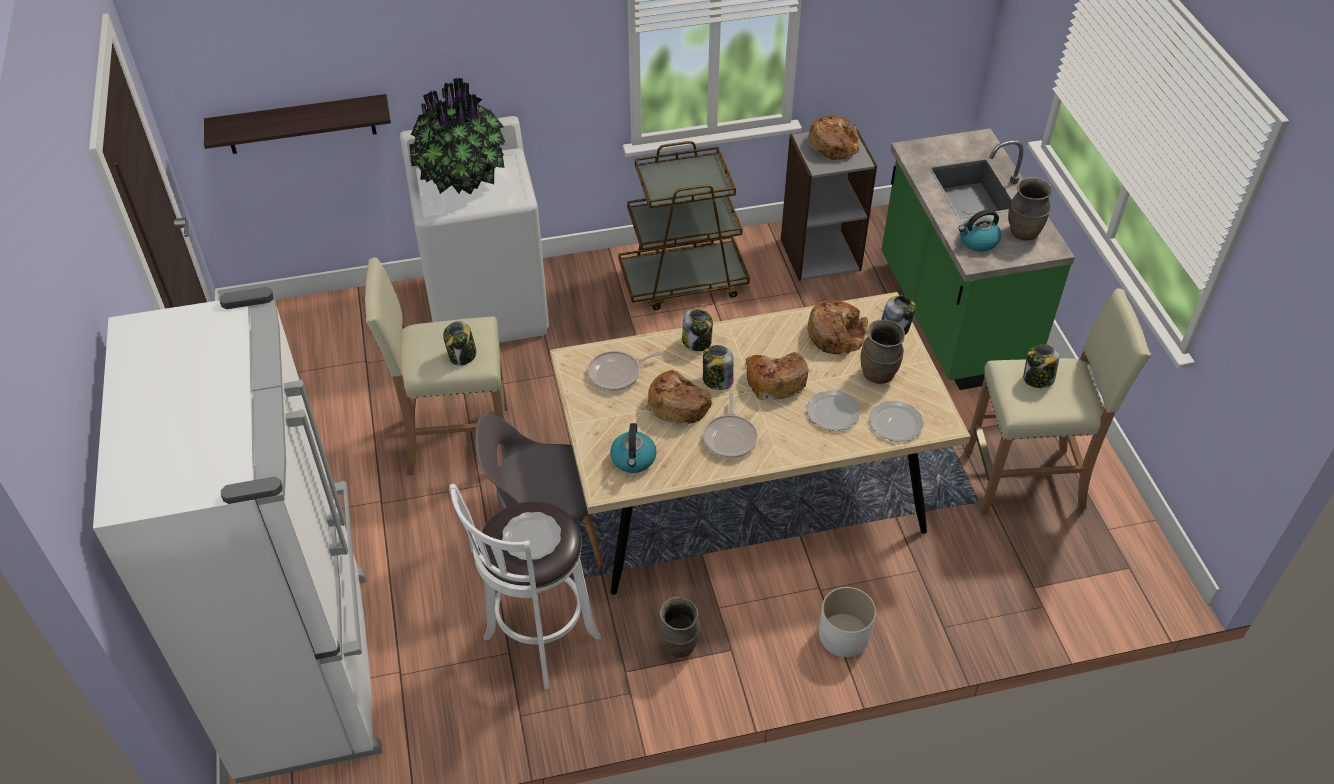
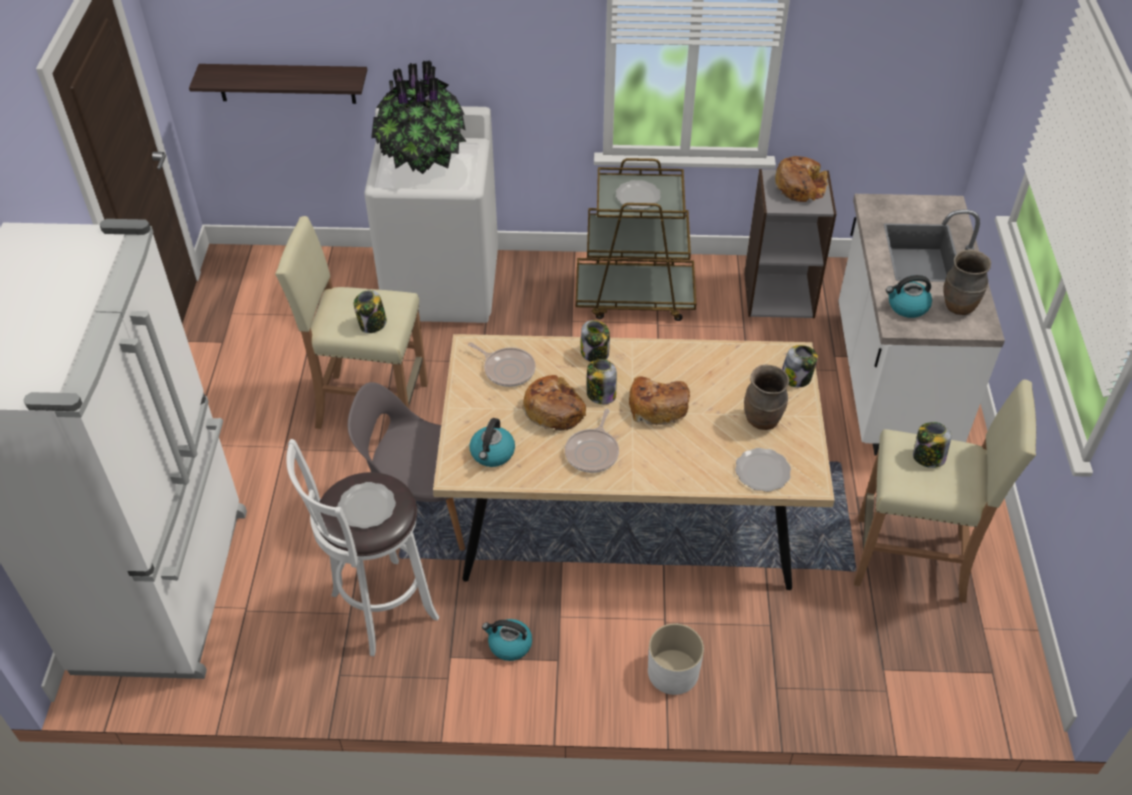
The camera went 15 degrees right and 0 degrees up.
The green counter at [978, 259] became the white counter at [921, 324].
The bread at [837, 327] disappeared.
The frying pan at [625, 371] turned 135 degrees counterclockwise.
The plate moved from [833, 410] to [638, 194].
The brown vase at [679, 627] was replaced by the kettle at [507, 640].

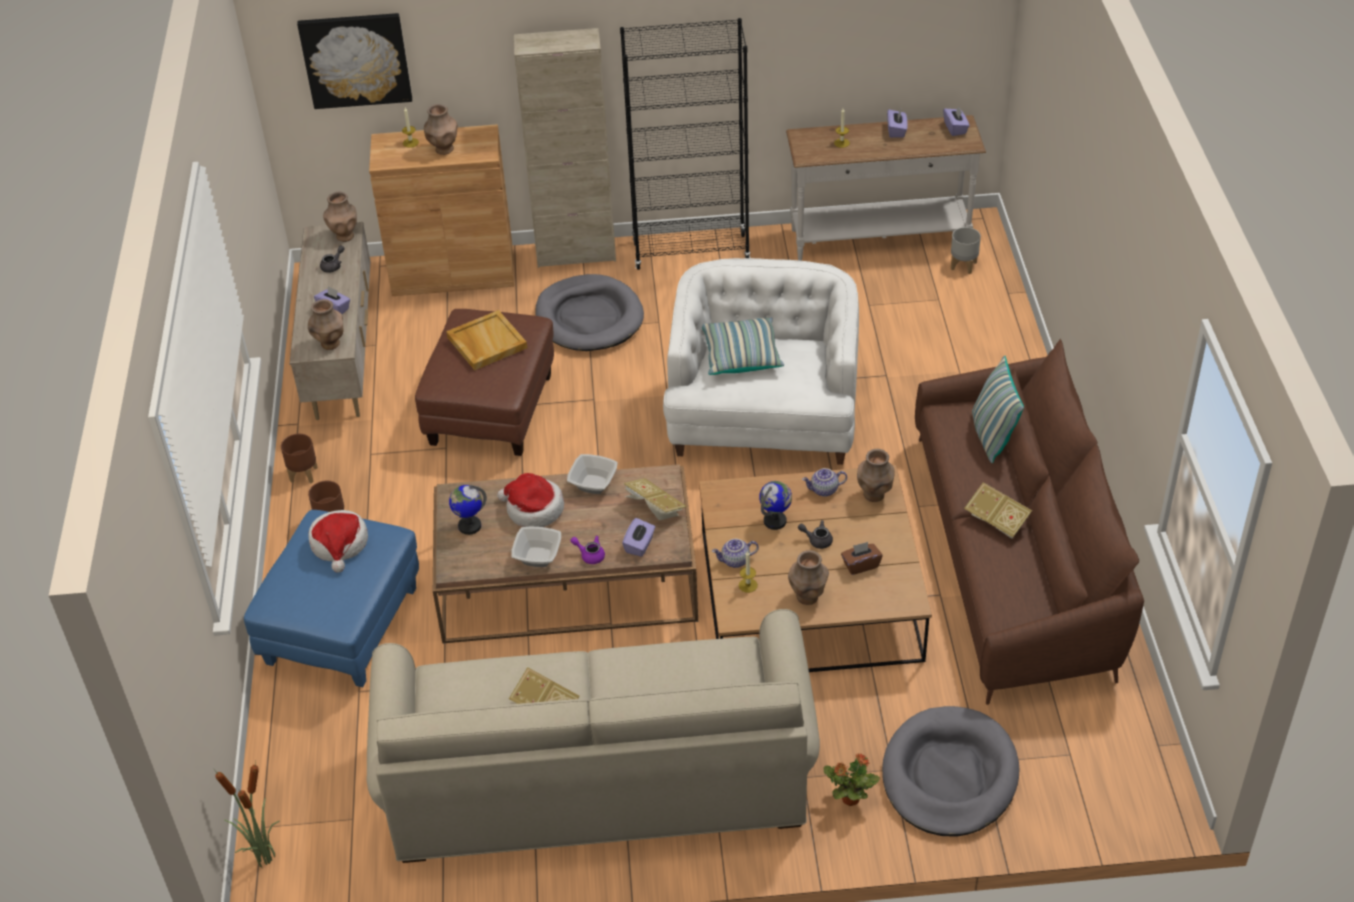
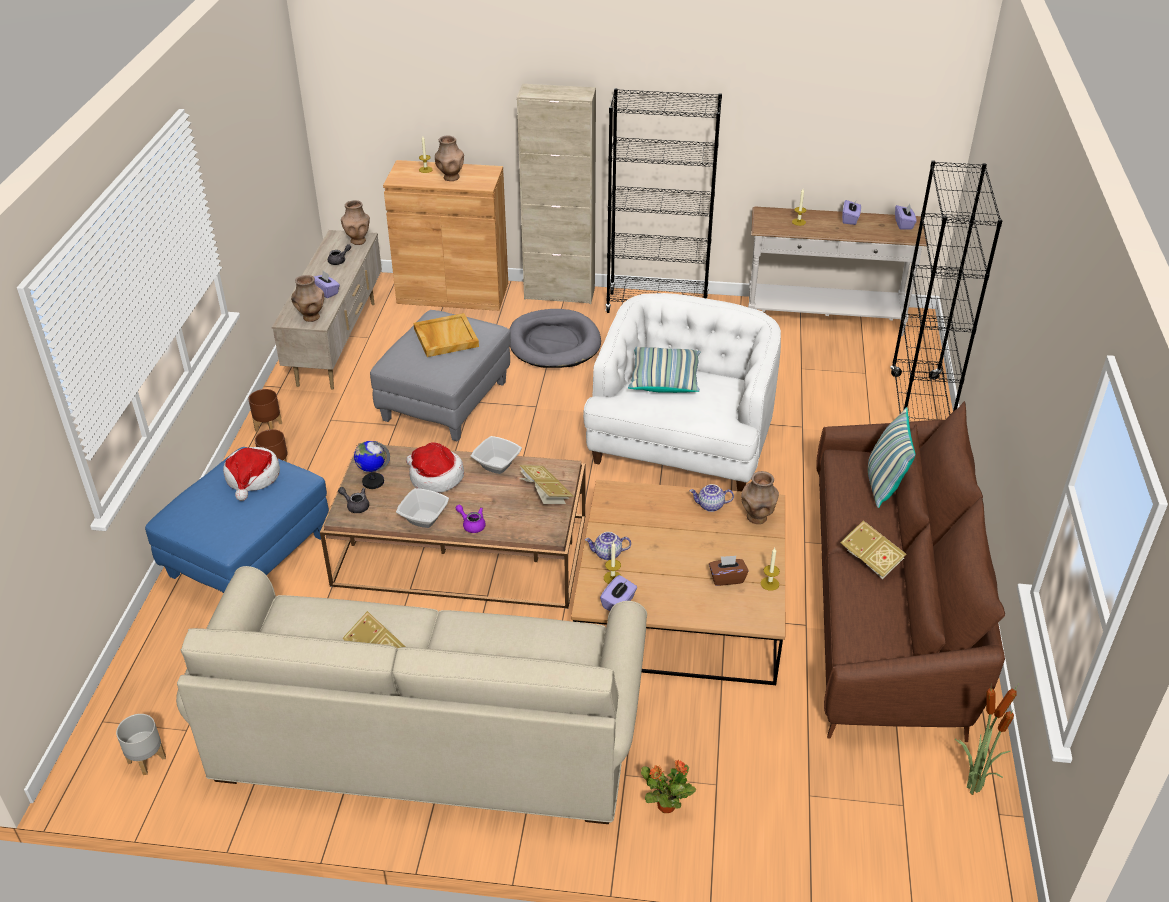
The camera went 10 degrees right and 5 degrees down.
The picture at [354, 61] disappeared.
The grey planter moved from [966, 250] to [141, 744].
The brown ottoman at [484, 382] became the grey ottoman at [440, 376].
The globe at [775, 505] disappeared.
The purple tissue box moved from [638, 537] to [618, 593].
The grey teapot moved from [815, 534] to [353, 500].
The brown vase at [808, 577] disappeared.
The grey dog bed at [950, 771] disappeared.
The potted plant moved from [247, 814] to [987, 738].
The black bookcase at [946, 290] appeared.
The candle at [770, 569] appeared.

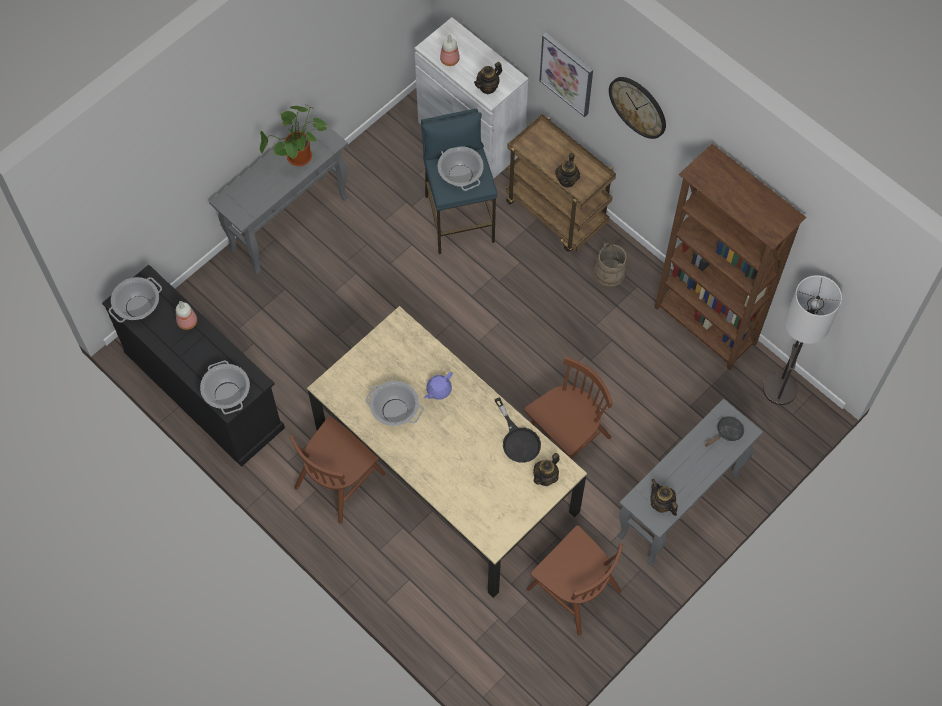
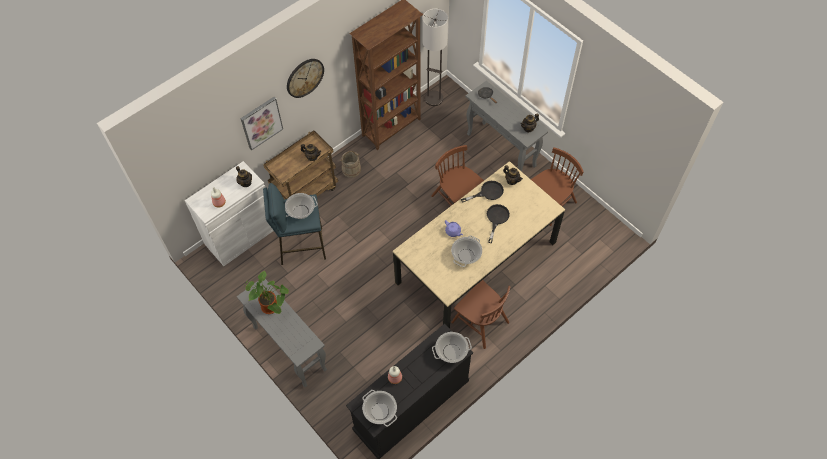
The camera went 85 degrees left and 5 degrees down.
The black frying pan at [498, 223] appeared.

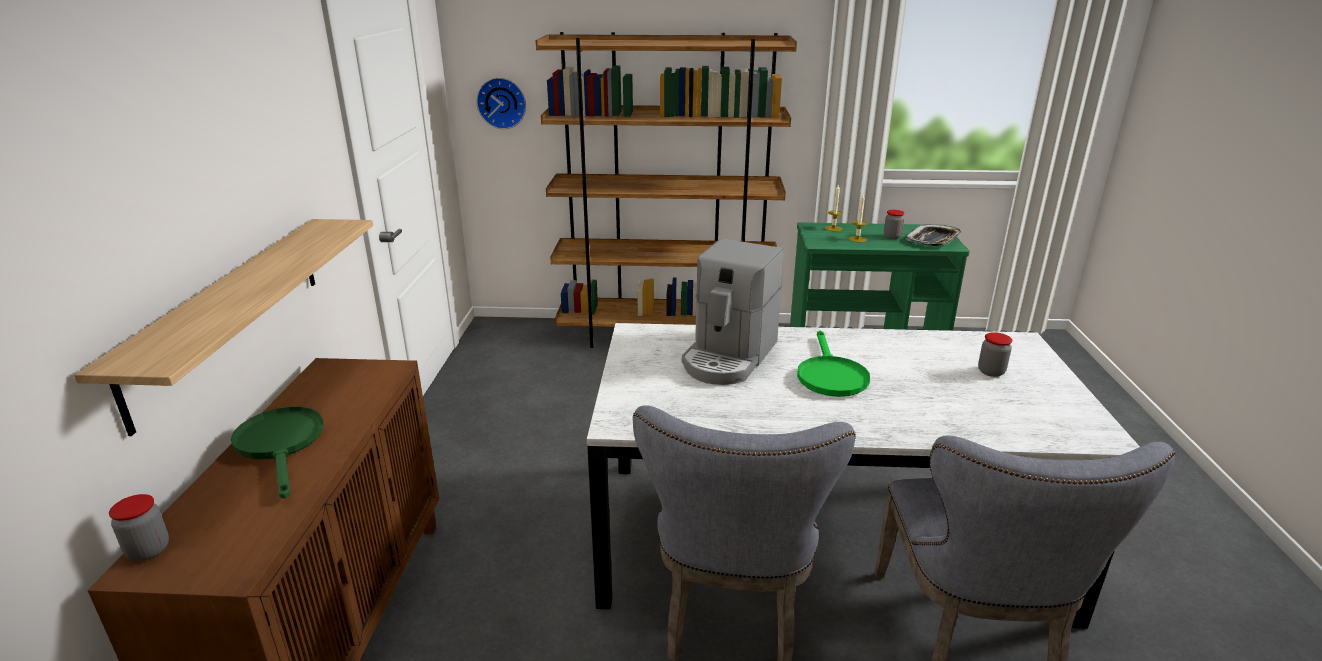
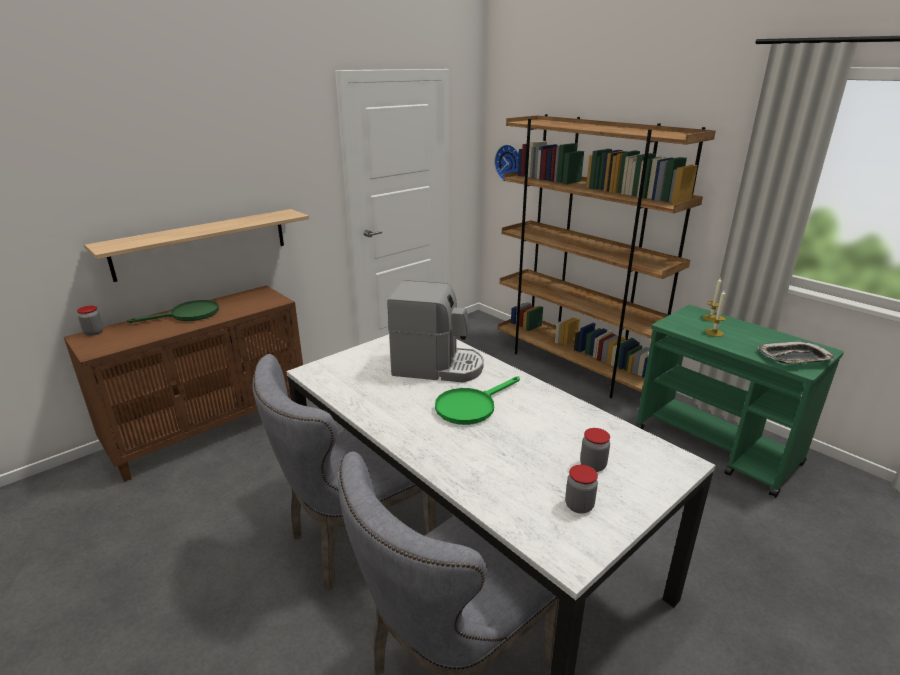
The camera went 45 degrees right and 0 degrees up.
The jar moved from [894, 224] to [581, 489].
The coffee machine at [733, 312] turned 150 degrees counterclockwise.
The green frying pan at [277, 452] turned 45 degrees clockwise.

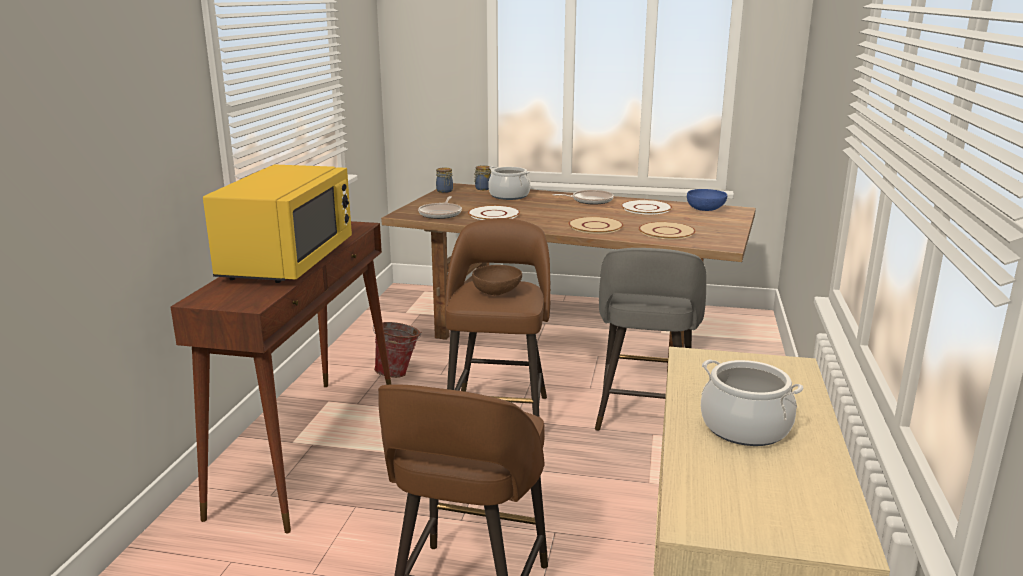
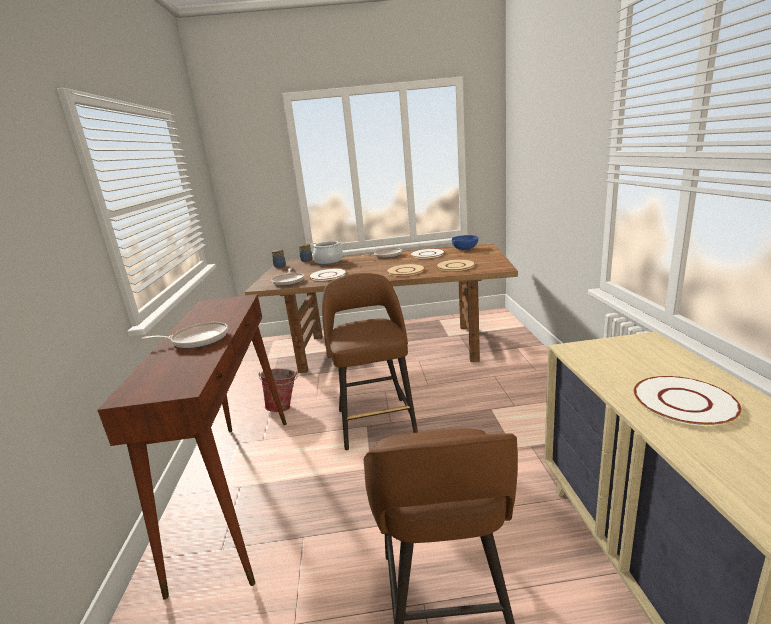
The camera went 15 degrees left and 0 degrees up.
The yellow microwave at [277, 223] was replaced by the frying pan at [185, 335].
The grey stool at [651, 339] disappeared.
The brown bowl at [497, 280] disappeared.
The cooking pot at [752, 402] was replaced by the white plate at [688, 401].

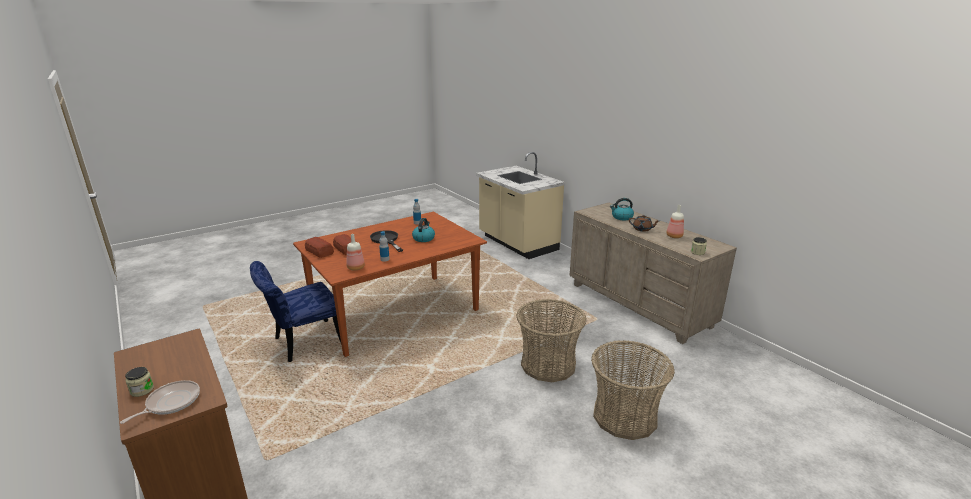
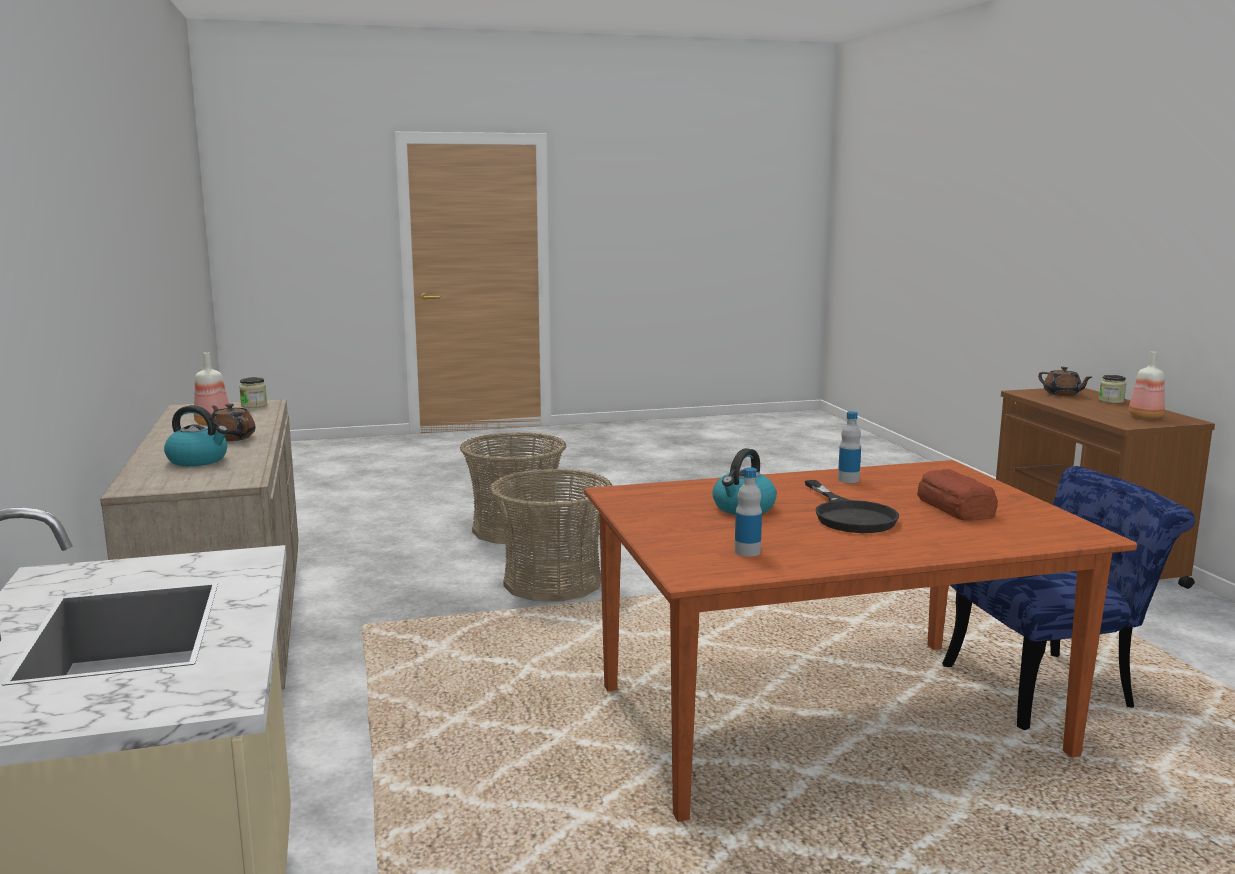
The camera went 160 degrees left and 10 degrees down.
The bottle moved from [355, 252] to [1147, 385].
The bread at [319, 247] disappeared.
The frying pan at [160, 402] was replaced by the brown teapot at [1065, 381].

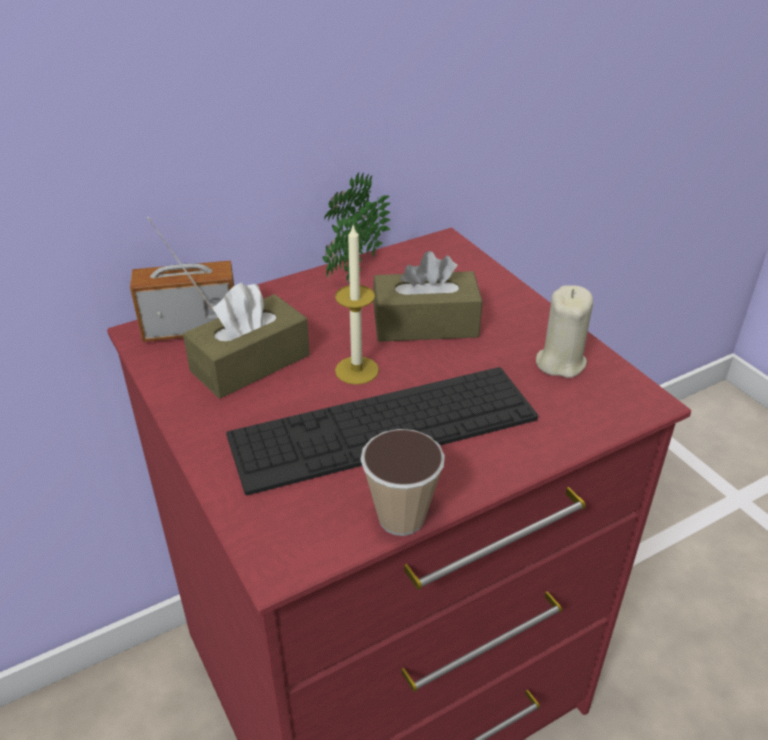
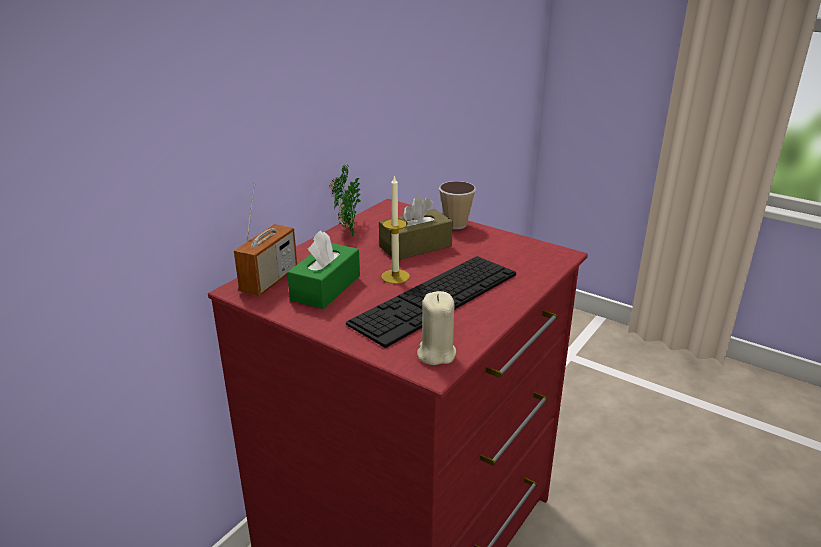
The camera went 25 degrees left and 10 degrees down.
The radio at [182, 279] turned 150 degrees clockwise.
The brown tissue box at [246, 340] became the green tissue box at [323, 269].
The beige candle moved from [564, 331] to [436, 328].
The cup moved from [402, 482] to [457, 205].

